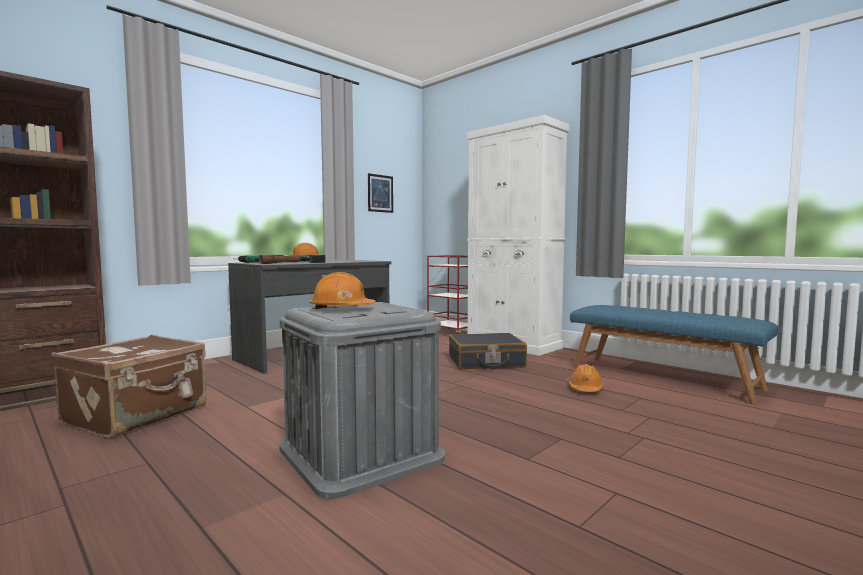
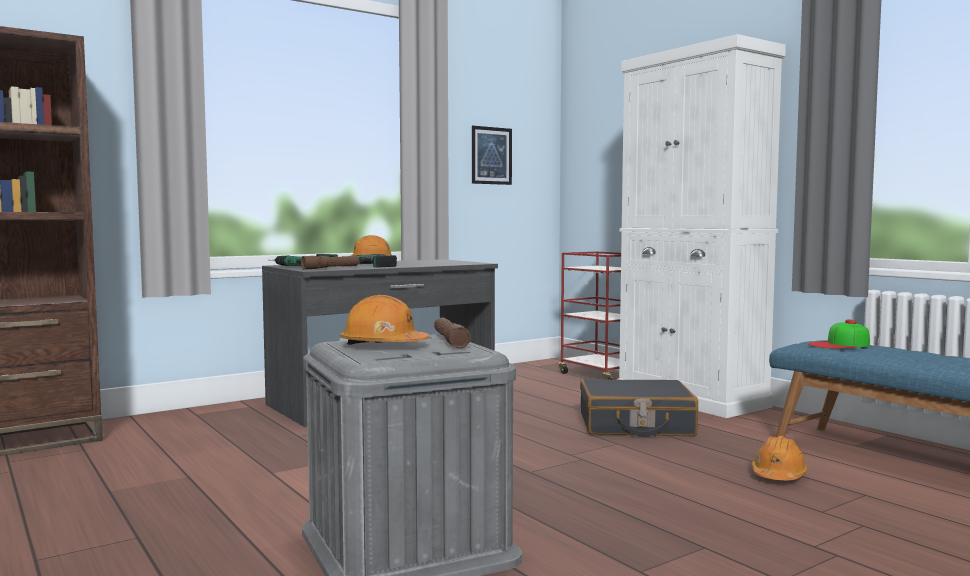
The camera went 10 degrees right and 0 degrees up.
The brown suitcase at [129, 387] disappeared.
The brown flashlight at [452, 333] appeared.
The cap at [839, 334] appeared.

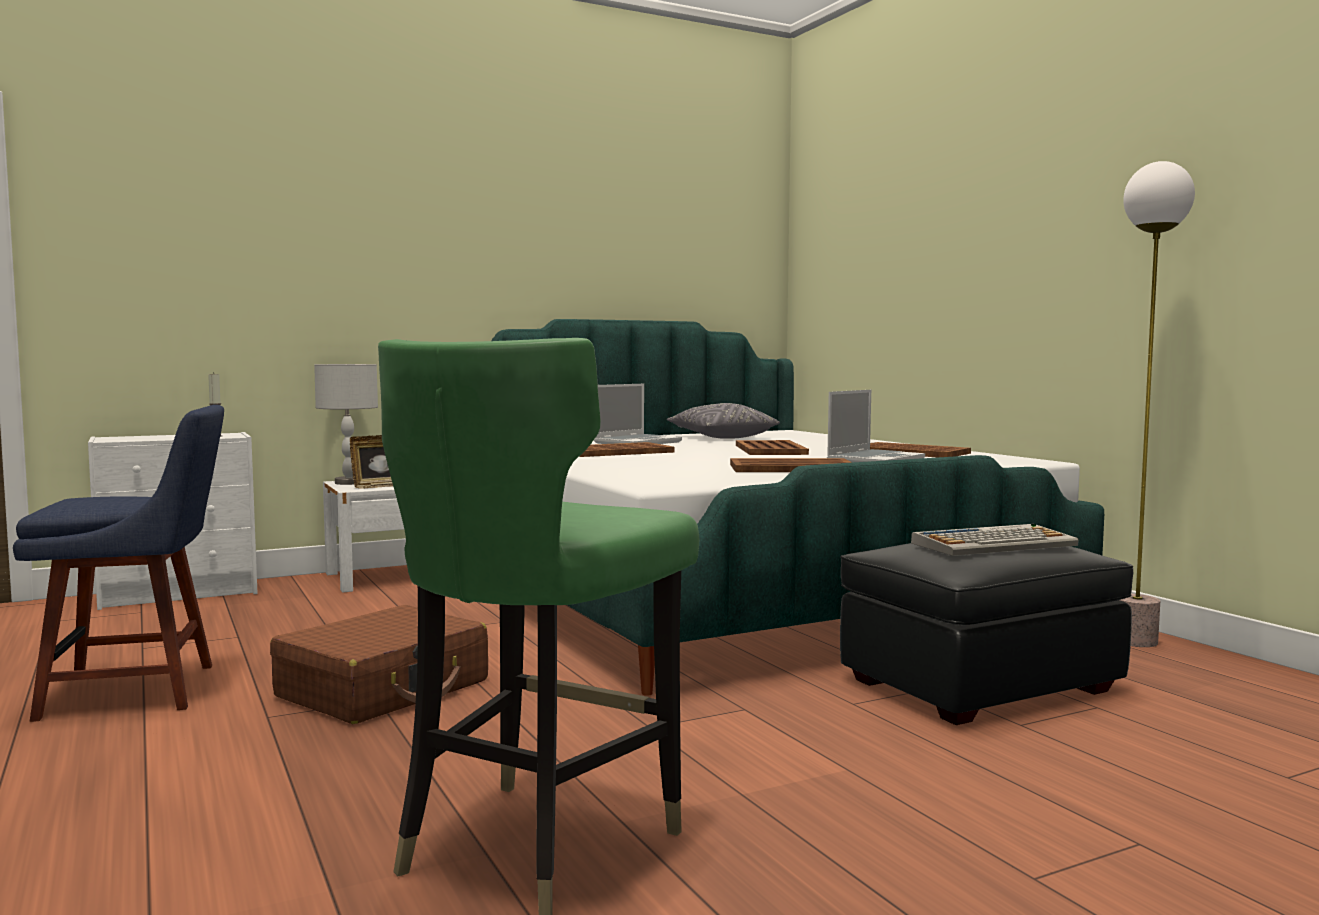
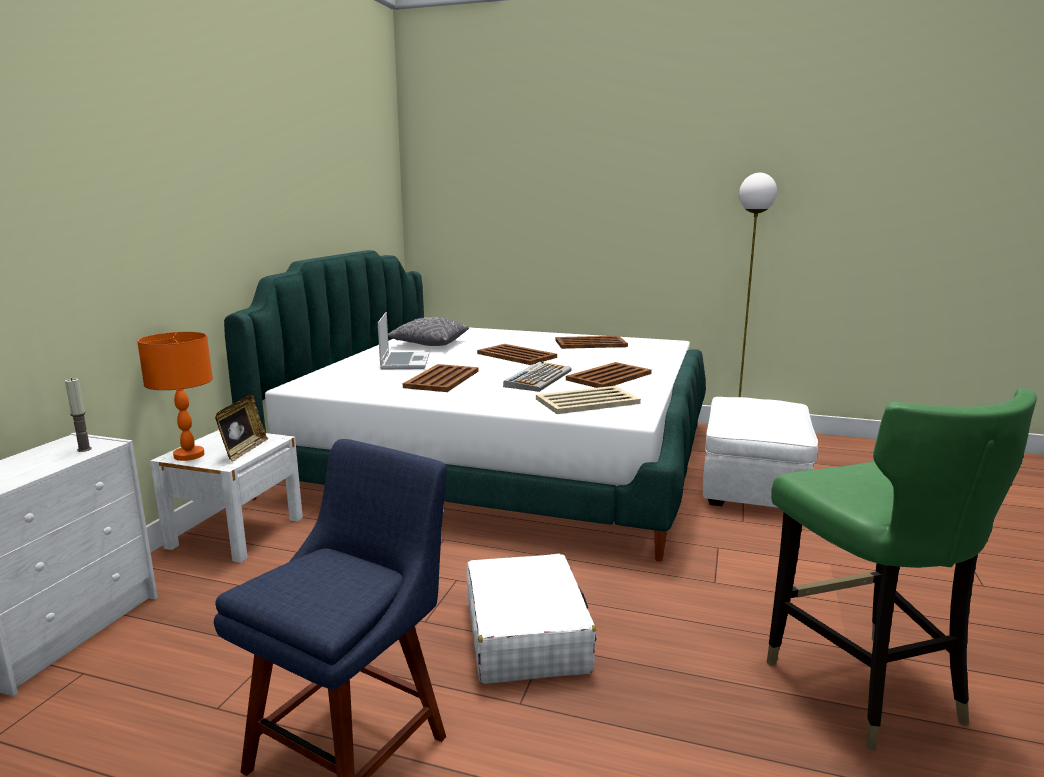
The camera went 45 degrees left and 10 degrees up.
The grey table lamp at [346, 424] became the orange table lamp at [175, 396].
The laptop at [876, 426] disappeared.
The keyboard moved from [995, 540] to [537, 377].
The black ottoman at [986, 634] became the white ottoman at [760, 452].
The brown suitcase at [379, 664] became the white suitcase at [531, 619].
The beige tray at [588, 400] appeared.

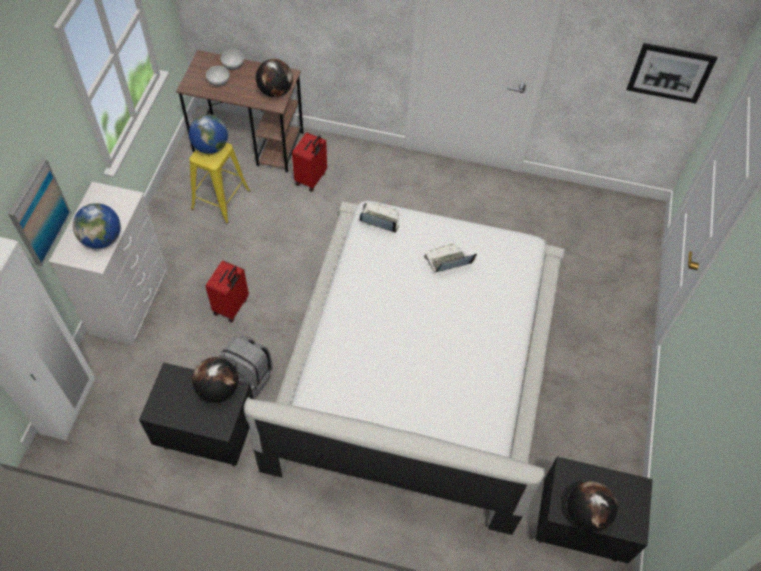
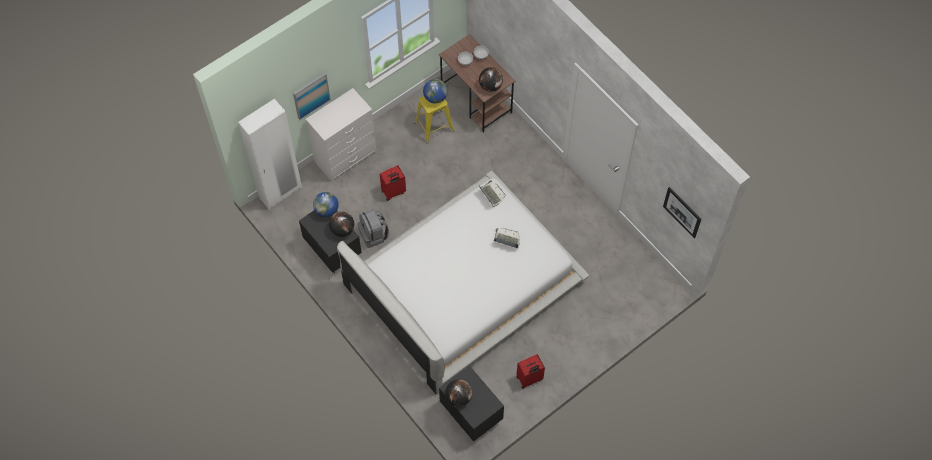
The camera went 40 degrees right and 5 degrees up.
The red suitcase moved from [309, 162] to [530, 371].
The globe moved from [96, 226] to [326, 204].

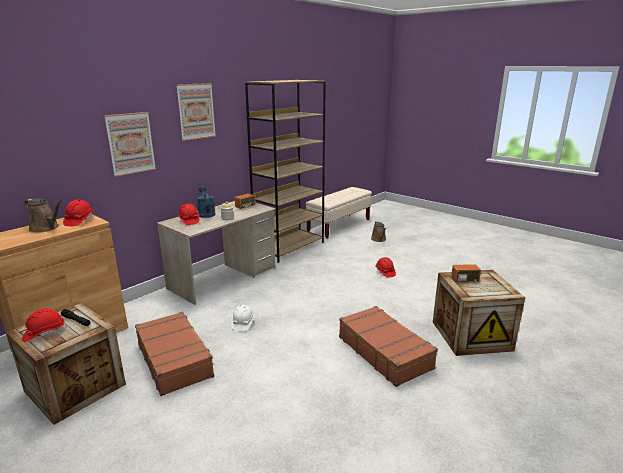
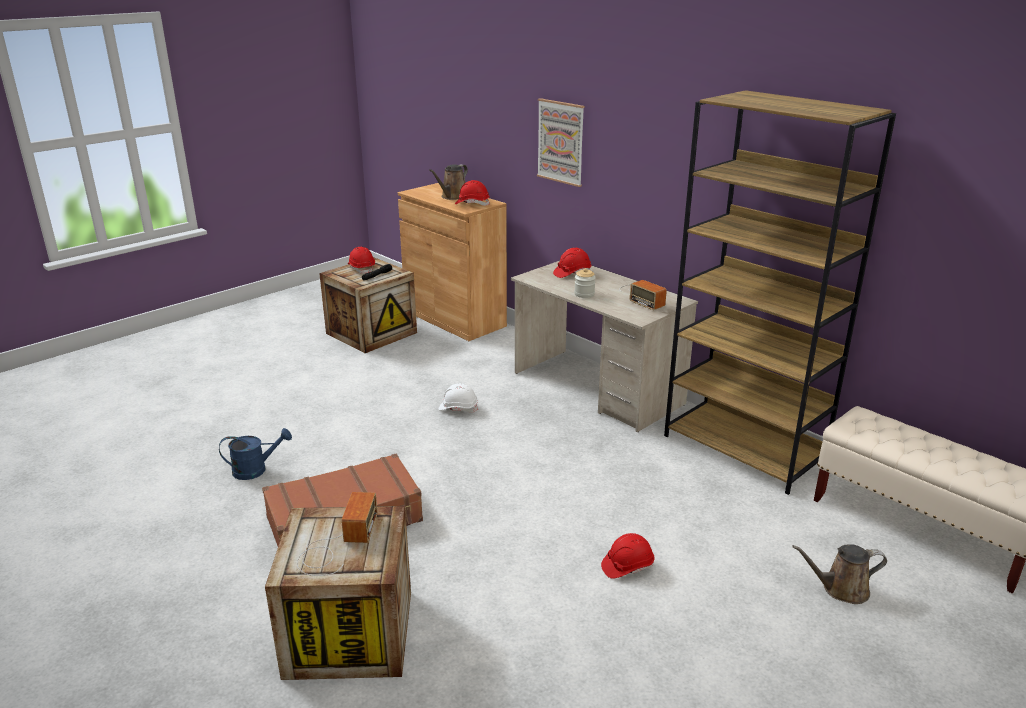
The camera went 95 degrees right and 5 degrees up.
The picture at [196, 112] disappeared.
The blue watering can moved from [206, 202] to [255, 454].
The brown suitcase at [174, 353] disappeared.

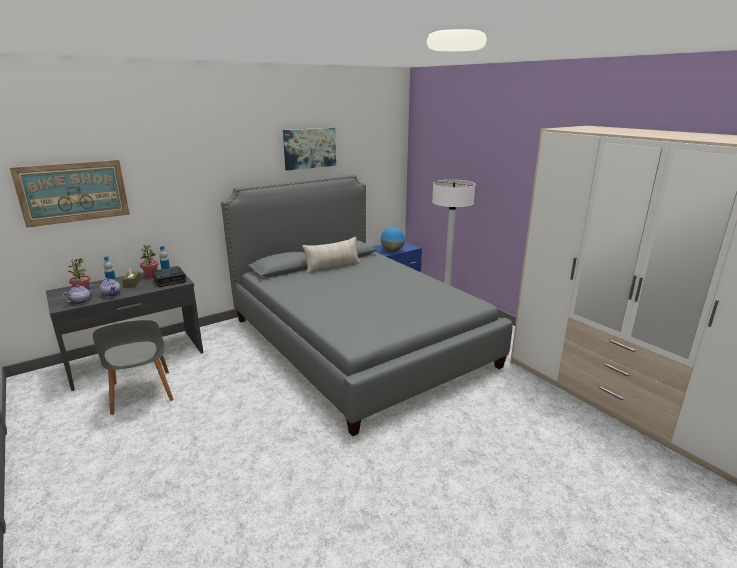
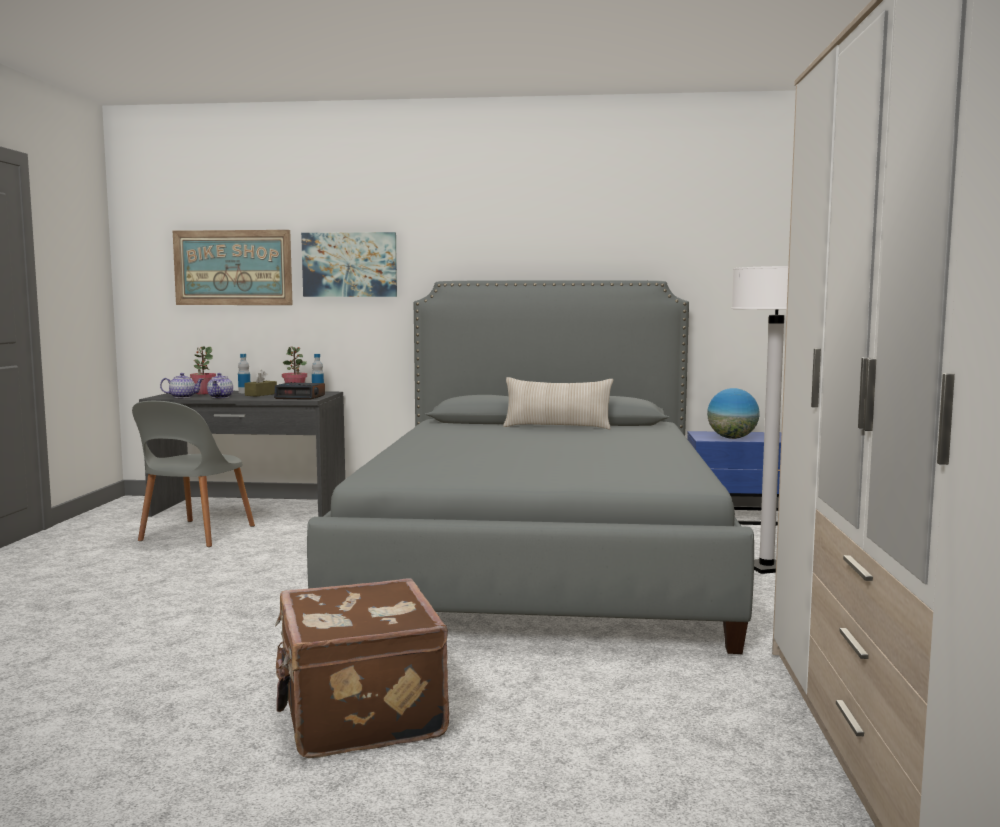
The camera went 40 degrees right and 15 degrees down.
The picture moved from [309, 149] to [349, 264].
The brown suitcase at [362, 668] appeared.

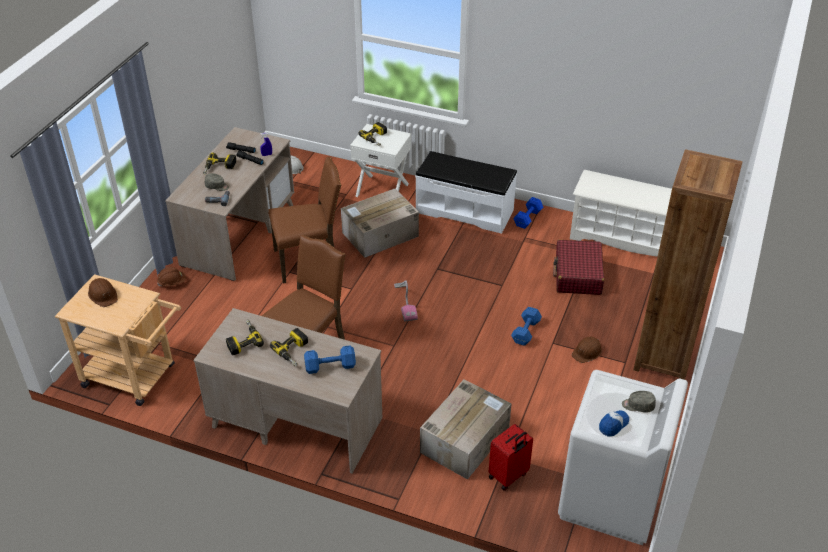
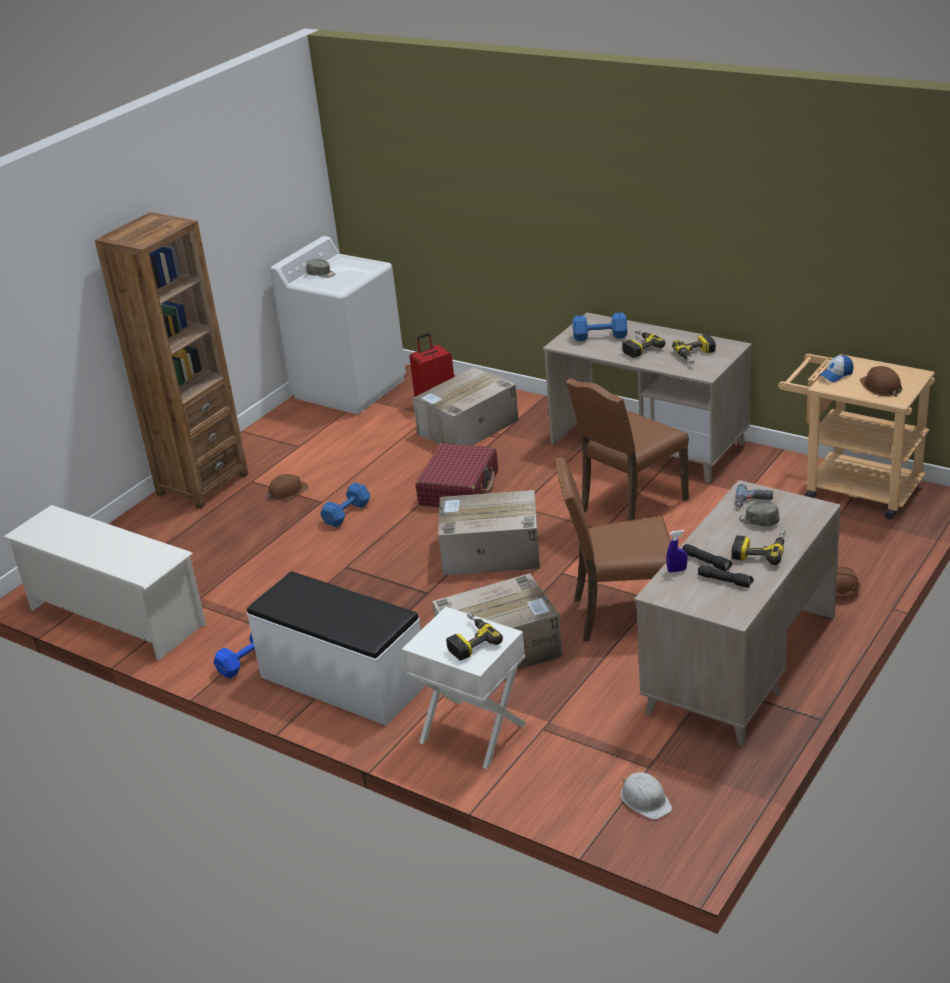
The camera went 165 degrees left and 10 degrees down.
The red suitcase moved from [578, 267] to [456, 475].
The vacuum cleaner at [406, 301] was replaced by the cardboard box at [489, 533].
The cap moved from [614, 423] to [836, 368].

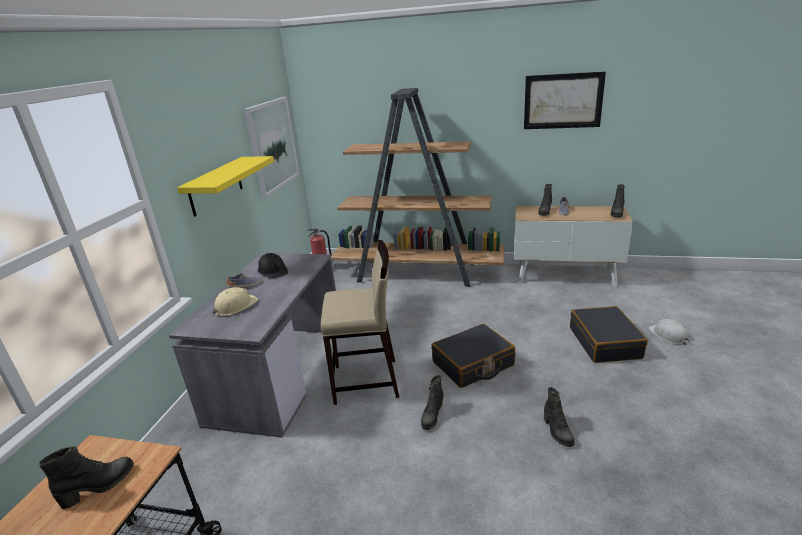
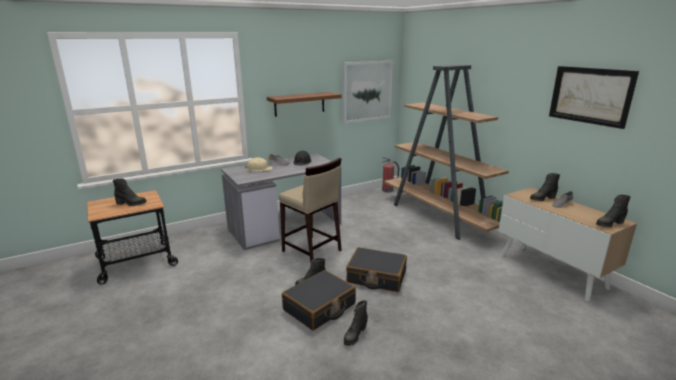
The camera went 45 degrees right and 5 degrees down.
The yellow shelf at [225, 186] became the brown shelf at [304, 104].
The black suitcase moved from [609, 334] to [319, 300].
The white hard hat at [669, 332] disappeared.

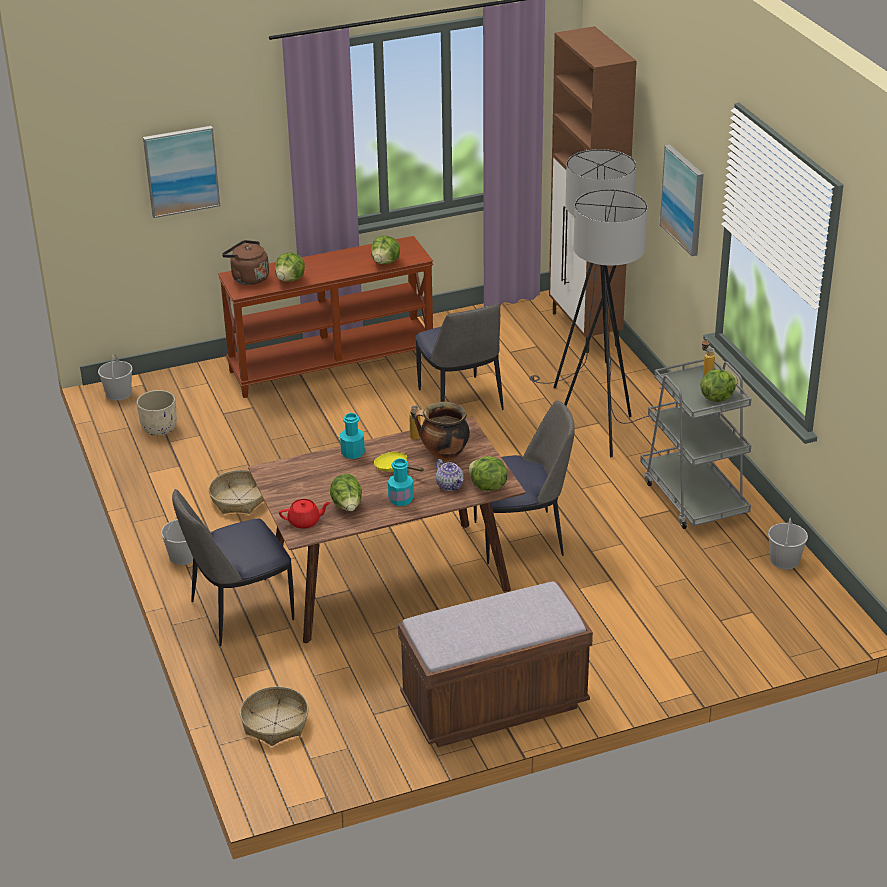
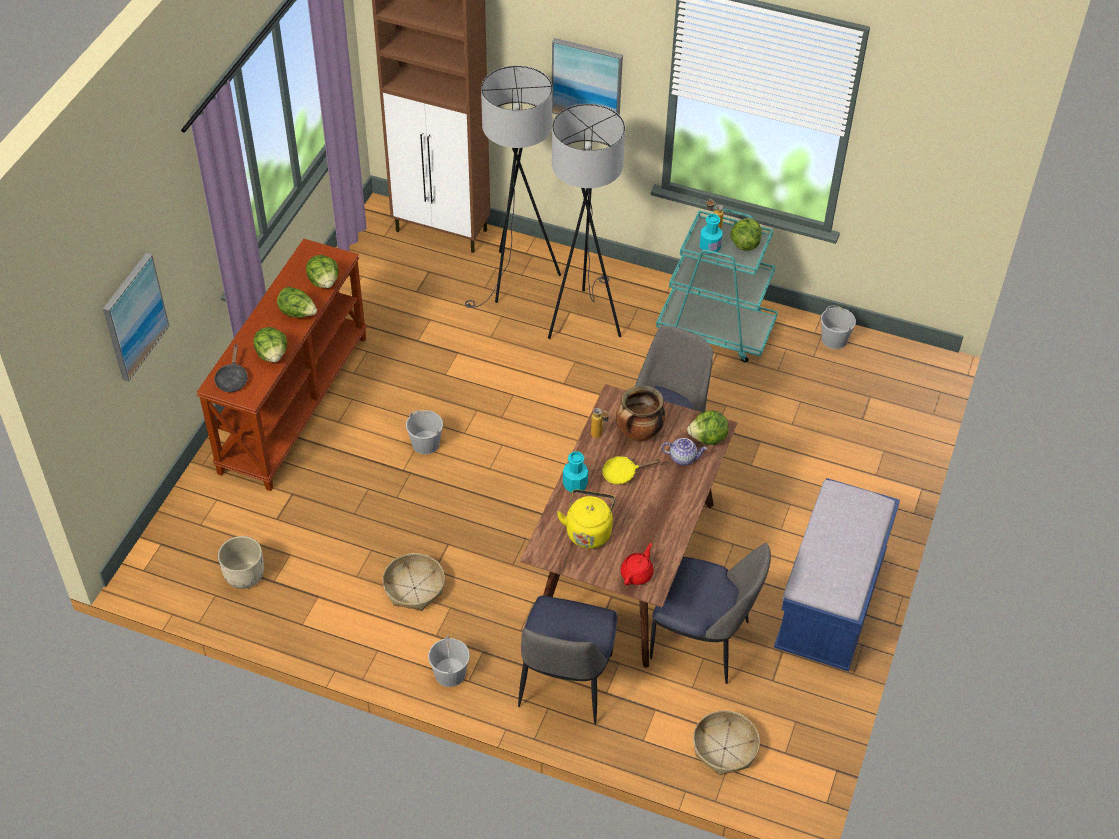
The camera went 50 degrees left and 15 degrees up.
The brown kettle at [245, 262] was replaced by the black frying pan at [231, 368].
The chair moved from [459, 356] to [710, 613].
The white bucket moved from [115, 377] to [424, 432].
The grey cart at [696, 444] became the turquoise cart at [717, 286].
The turquoise bottle moved from [401, 482] to [711, 234].
The lettuce moved from [346, 492] to [297, 302].
The brown bench at [495, 664] became the blue bench at [837, 574].
The yellow kettle at [586, 519] appeared.

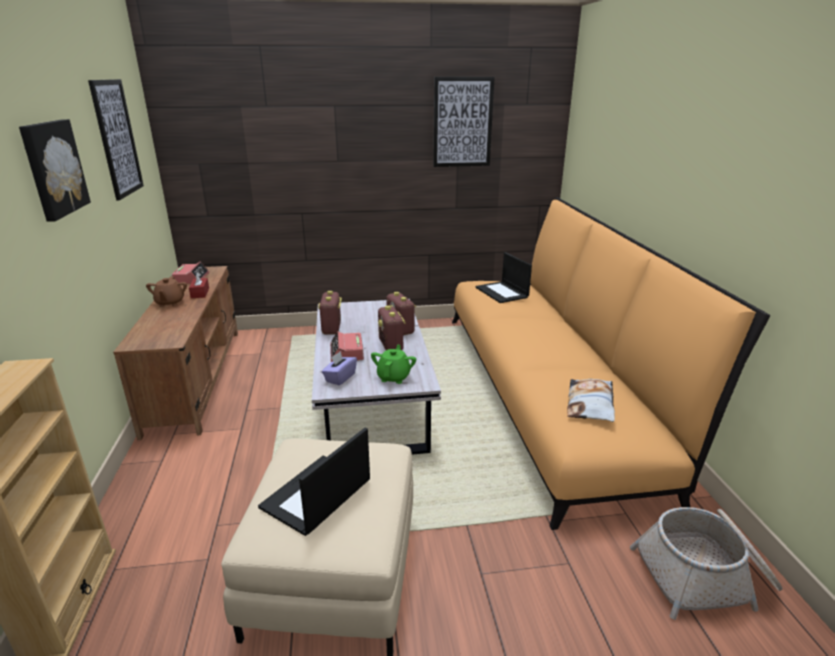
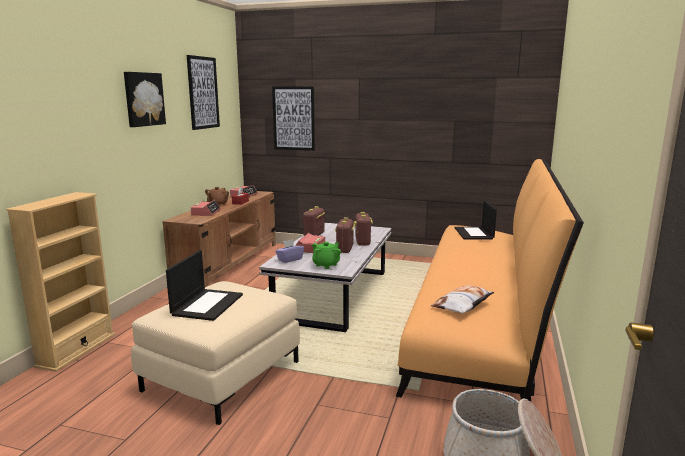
The camera went 25 degrees right and 10 degrees down.
The picture moved from [464, 122] to [293, 118].
The laptop at [314, 482] turned 135 degrees clockwise.
The alarm clock at [206, 208] appeared.

